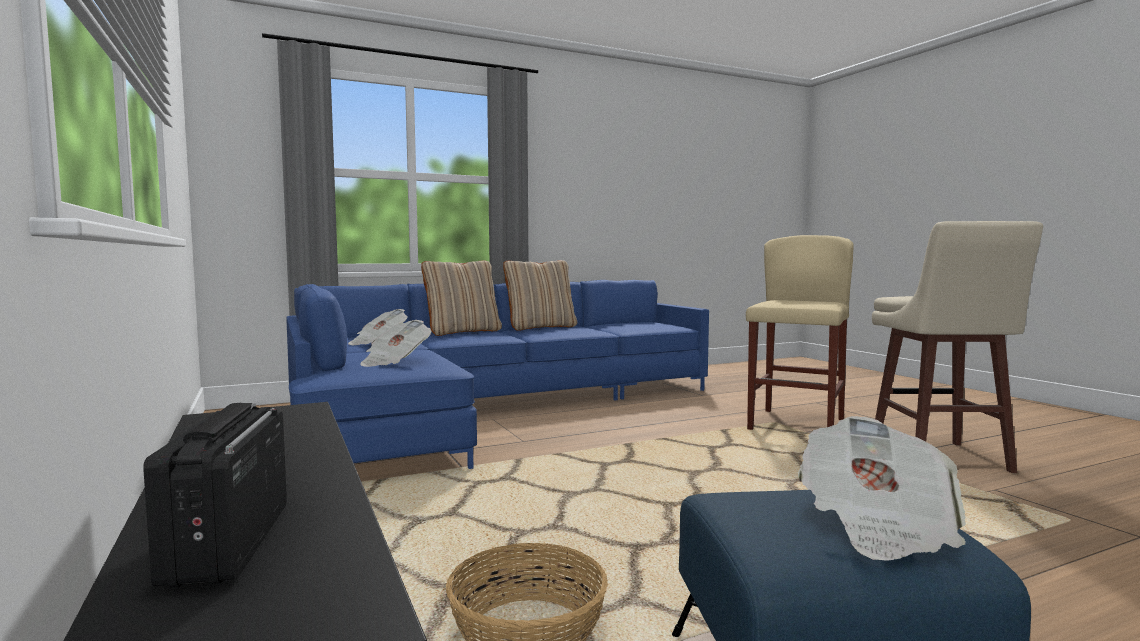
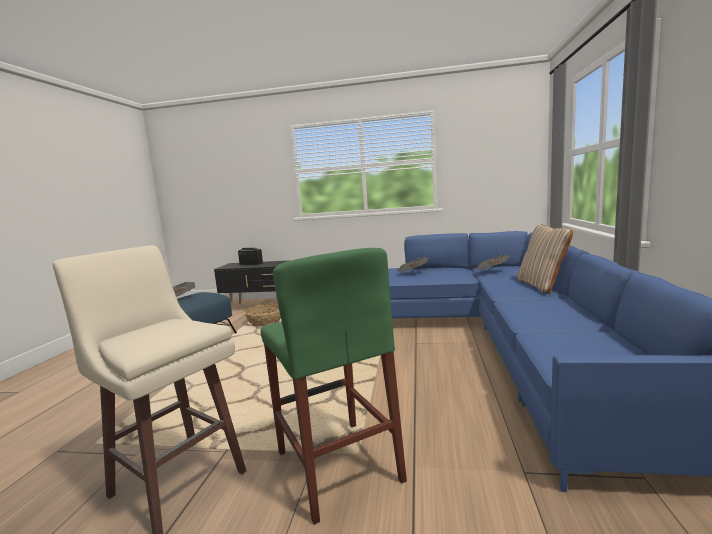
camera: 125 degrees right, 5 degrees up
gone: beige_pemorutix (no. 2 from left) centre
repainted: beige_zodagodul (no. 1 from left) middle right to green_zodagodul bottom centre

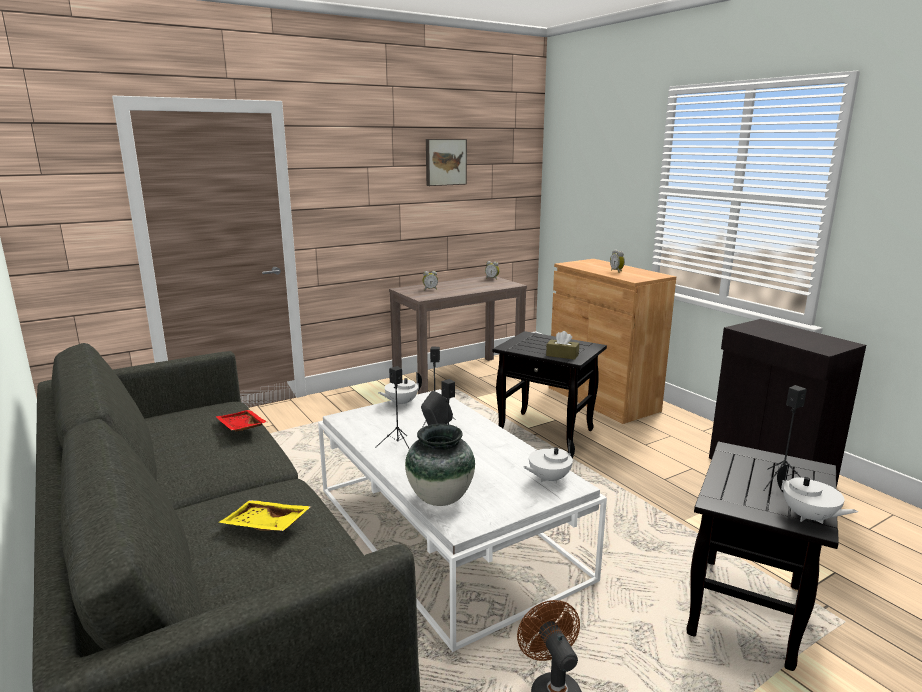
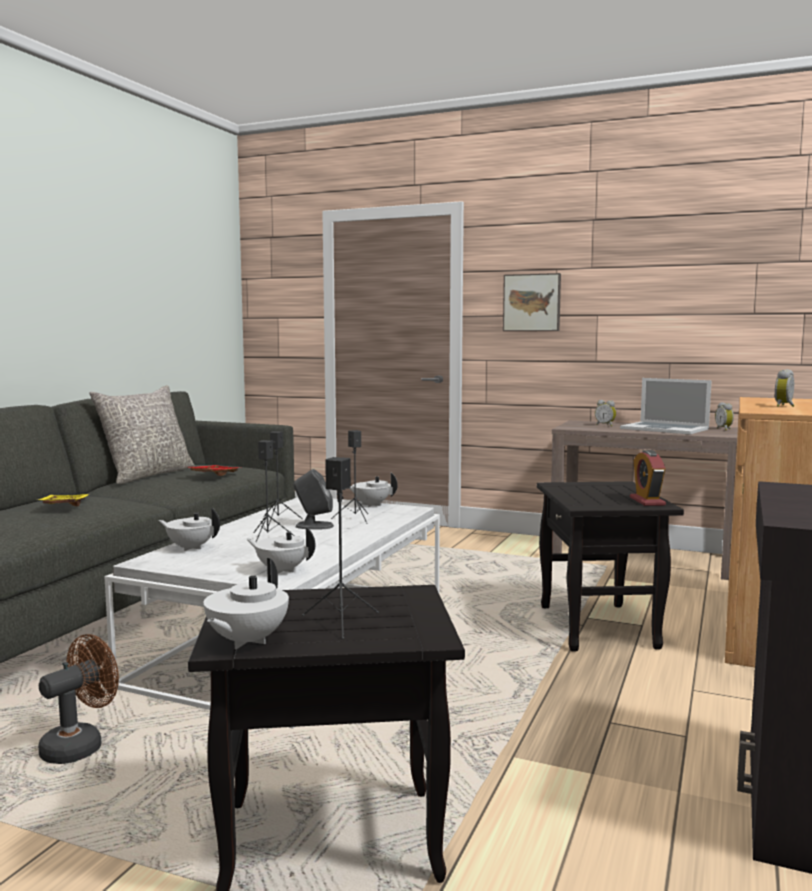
camera: 55 degrees right, 10 degrees down
gone: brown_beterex centre
new: grey_pemorutix middle left; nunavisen middle right; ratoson (no. 2 from left) middle right
shifted: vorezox top centre to centre
swapped: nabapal bottom centre to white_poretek (no. 1 from left) middle left

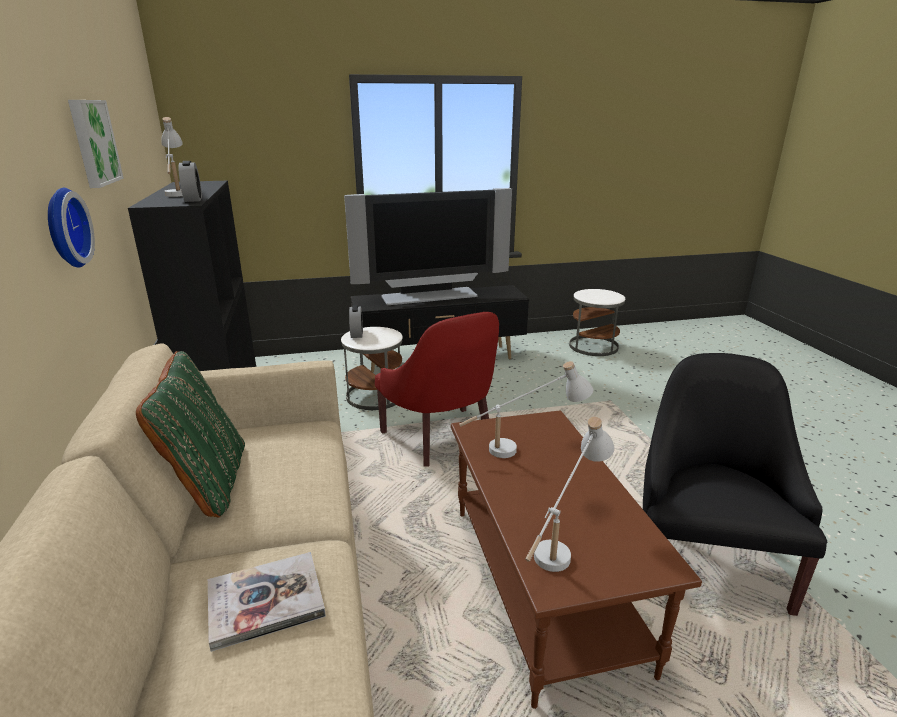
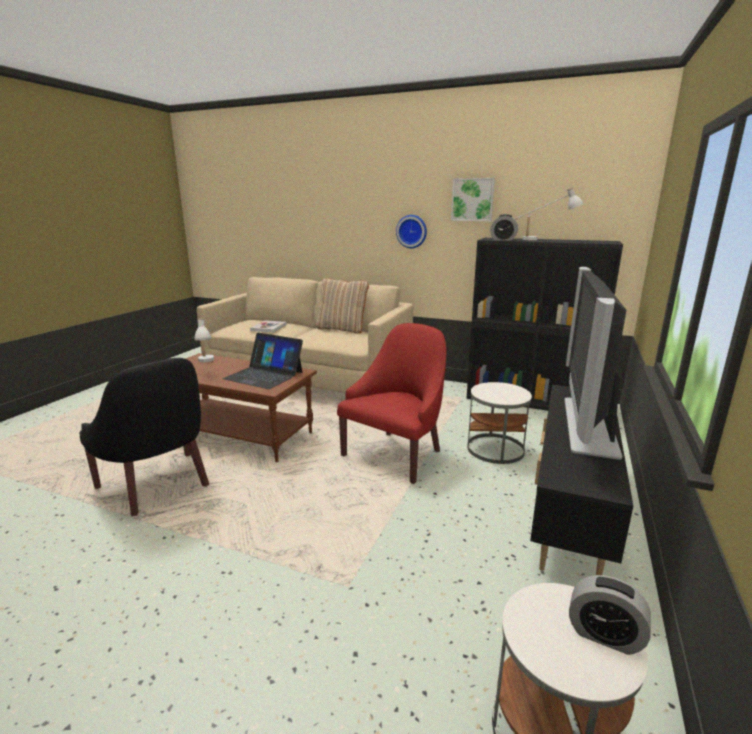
camera: 125 degrees right, 5 degrees down
shifted: ratoson (no. 2 from left) centre to bottom right
swapped: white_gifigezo (no. 2 from left) centre to nunavisen centre
repainted: green_pemorutix middle left to beige_pemorutix centre
rotated: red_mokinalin centre = centre 120 degrees clockwise

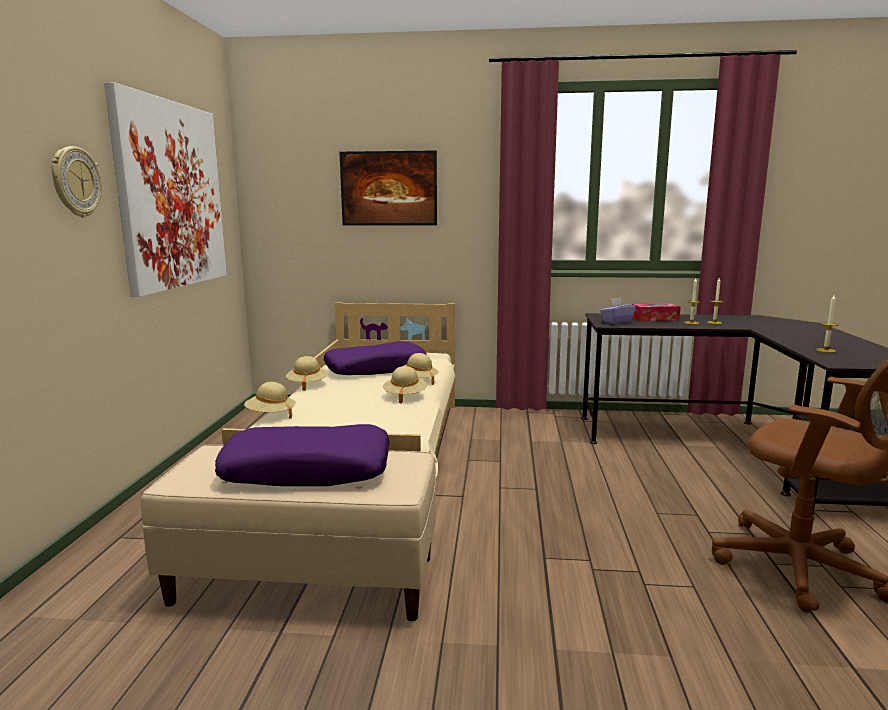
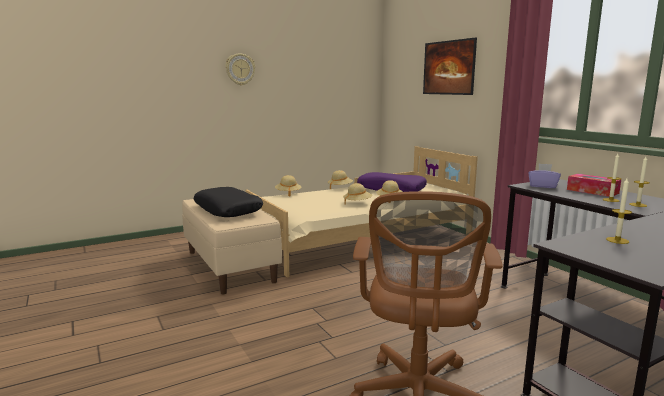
camera: 55 degrees right, 0 degrees up
gone: vorezox (no. 1 from left) top left
repainted: purple_pemorutix (no. 1 from left) centre to black_pemorutix centre

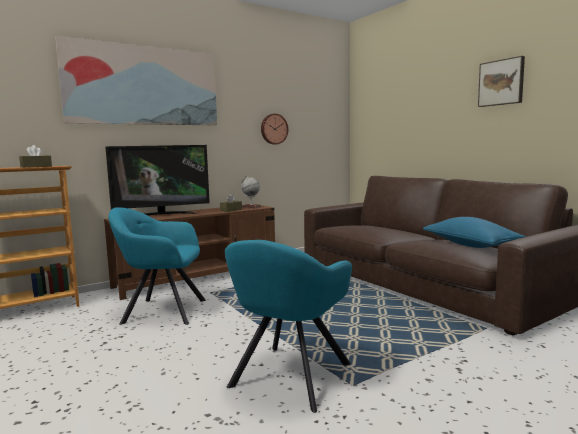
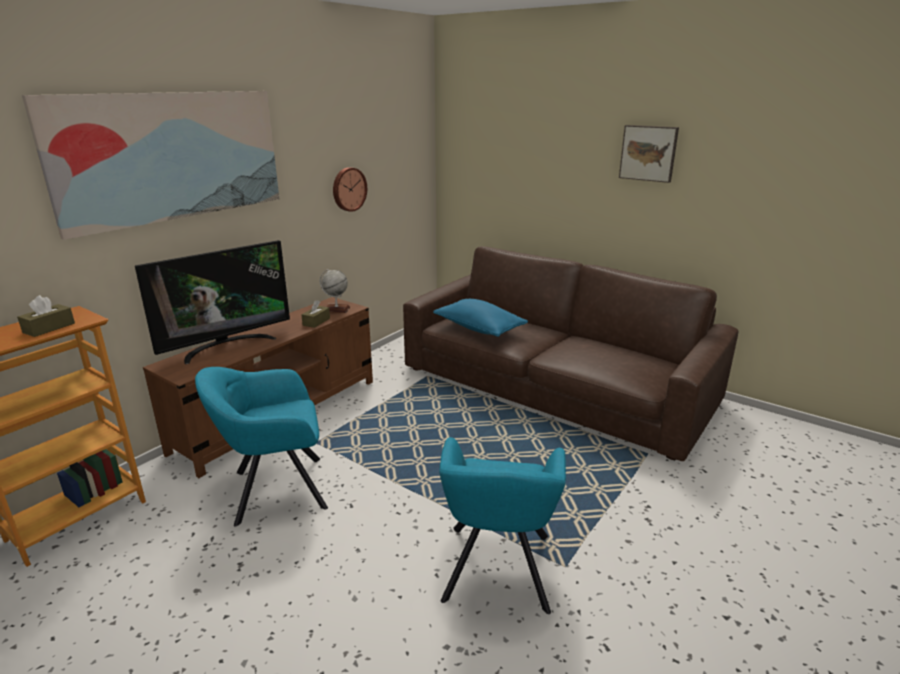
camera: 20 degrees left, 15 degrees up
shifted: blue_pemorutix middle right to centre

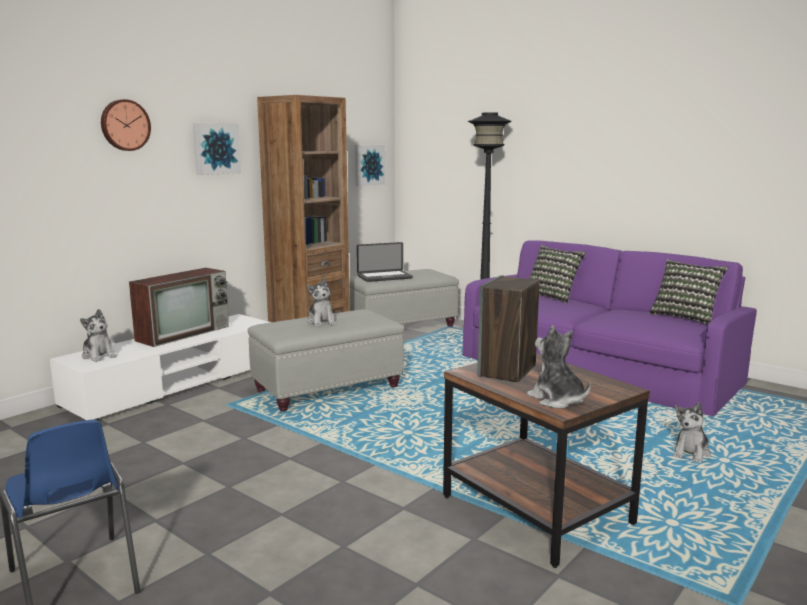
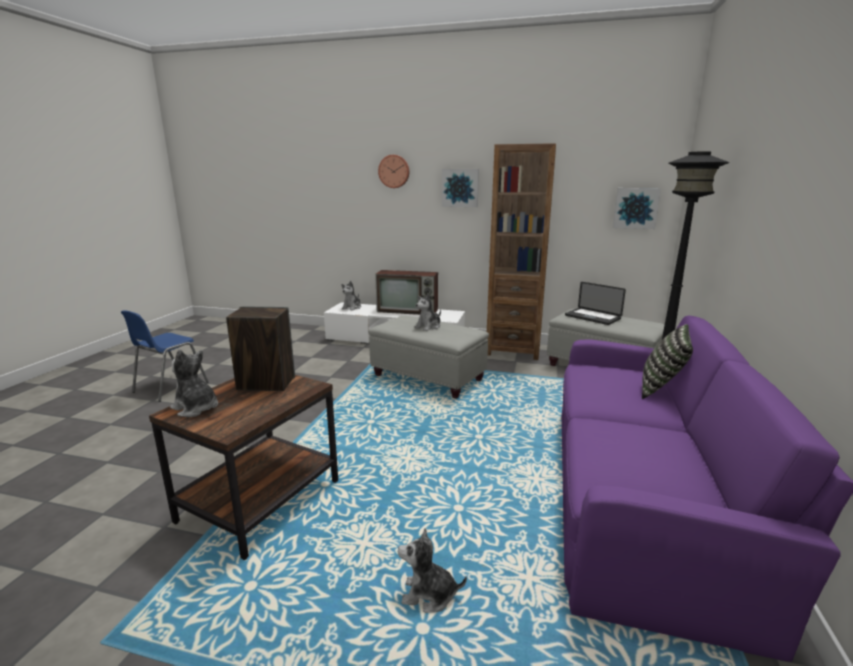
camera: 65 degrees right, 5 degrees up
gone: pemorutix (no. 2 from left) middle right
rotated: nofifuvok (no. 3 from left in the first image) middle right = middle left 90 degrees counterclockwise

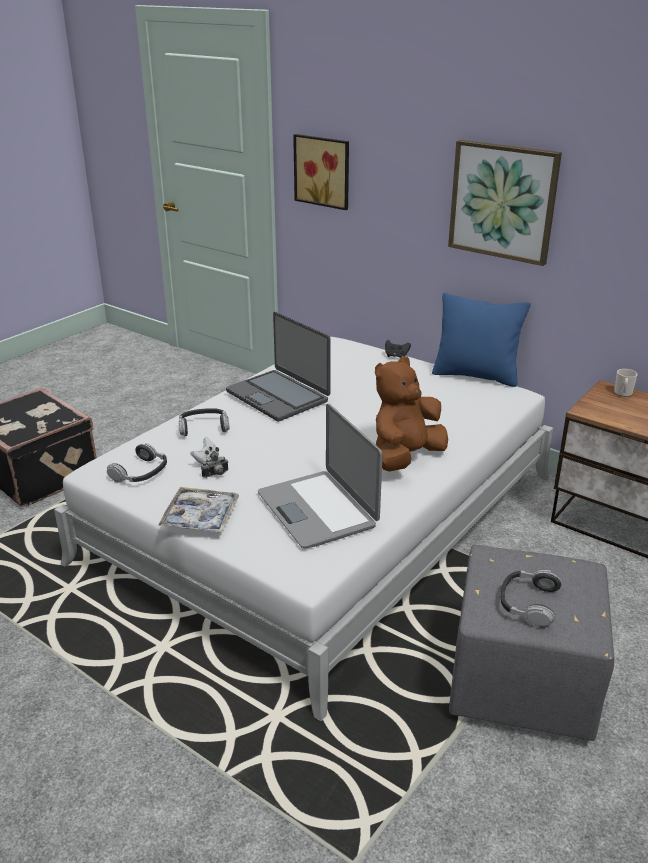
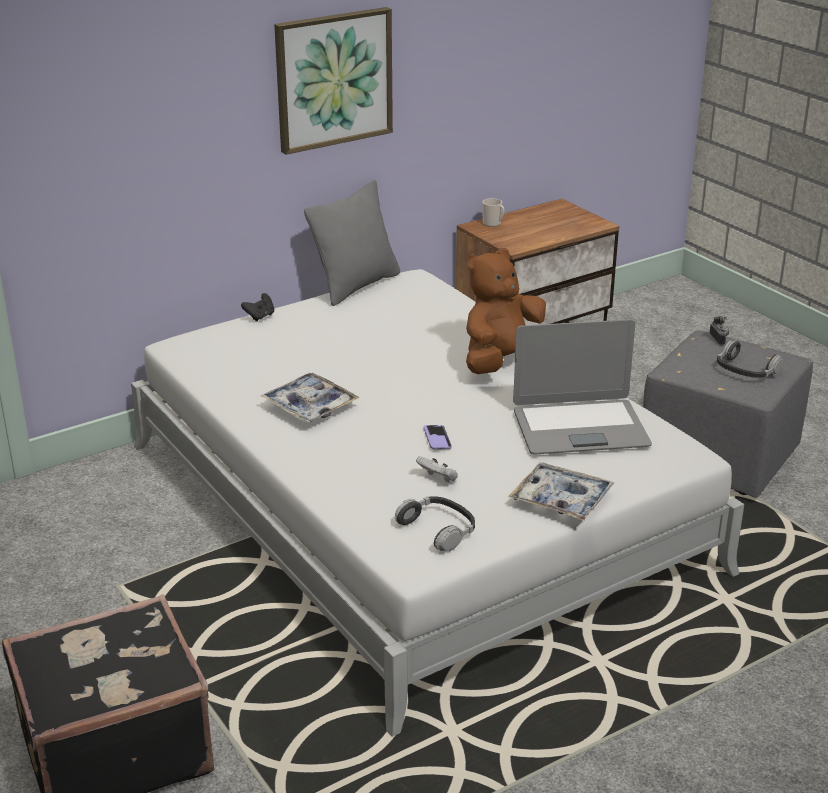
camera: 70 degrees left, 0 degrees up
gone: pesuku (no. 2 from left) middle left; vorezox (no. 1 from left) top centre
new: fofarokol centre
shifted: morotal middle left to middle right
swapped: nunavisen (no. 1 from left) centre to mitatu (no. 1 from left) centre
repainted: blue_pemorutix middle right to grey_pemorutix top centre
rotated: brown_nofifuvok centre = centre 75 degrees clockwise

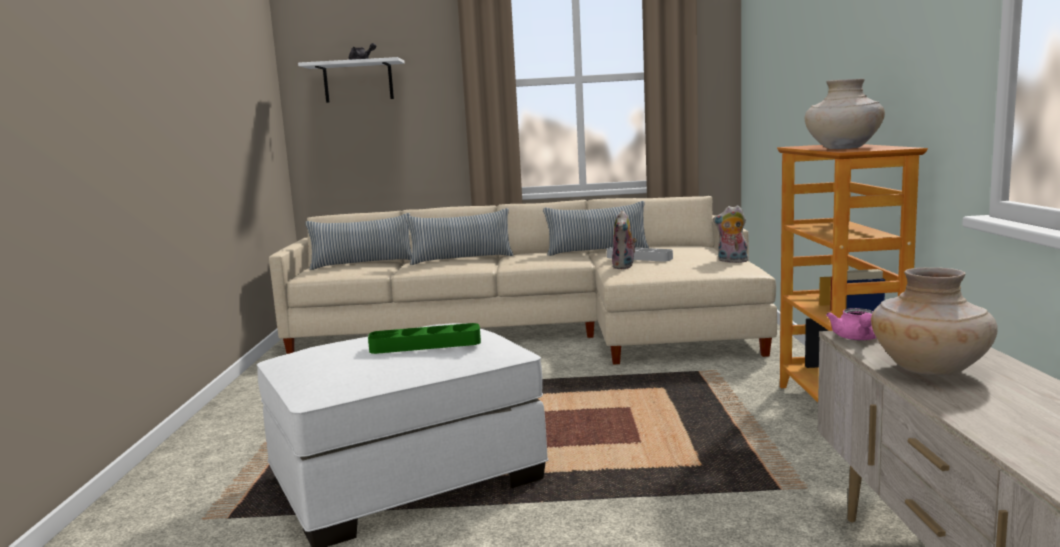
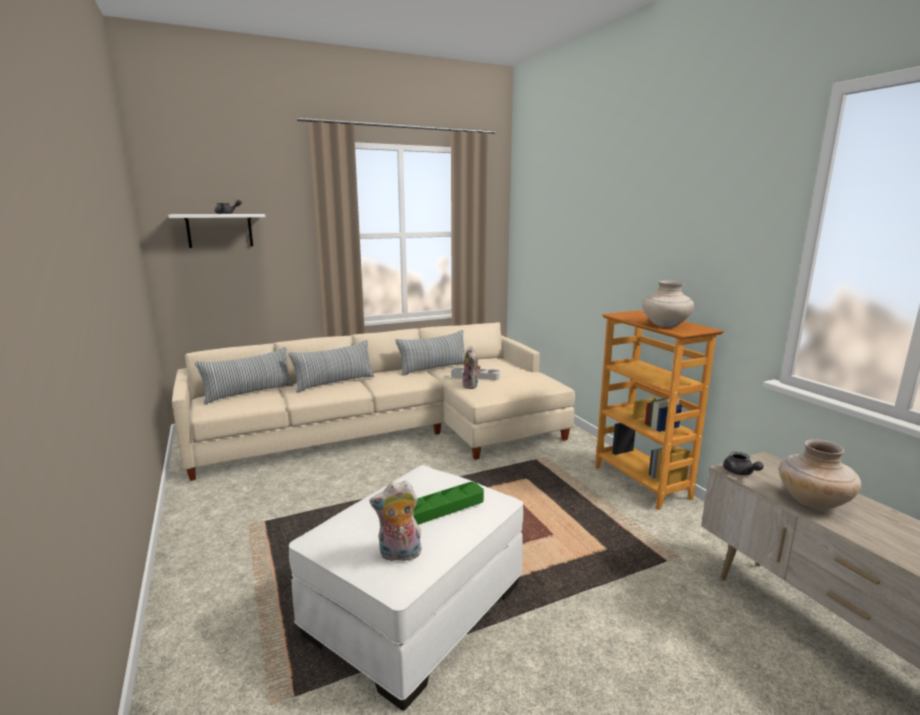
camera: 25 degrees left, 5 degrees up
shifted: nofifuvok (no. 2 from left in the first image) middle right to nofifuvok (no. 1 from left) bottom centre
repainted: pink_poretek middle right to grey_poretek (no. 2 from left) middle right

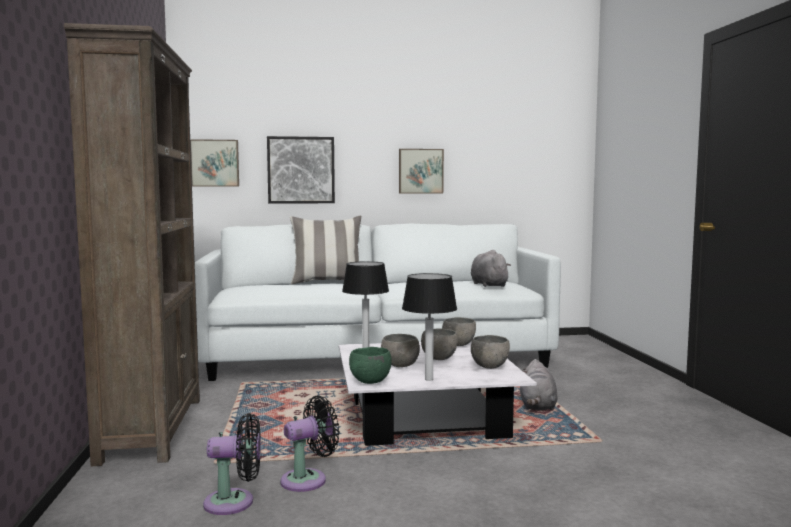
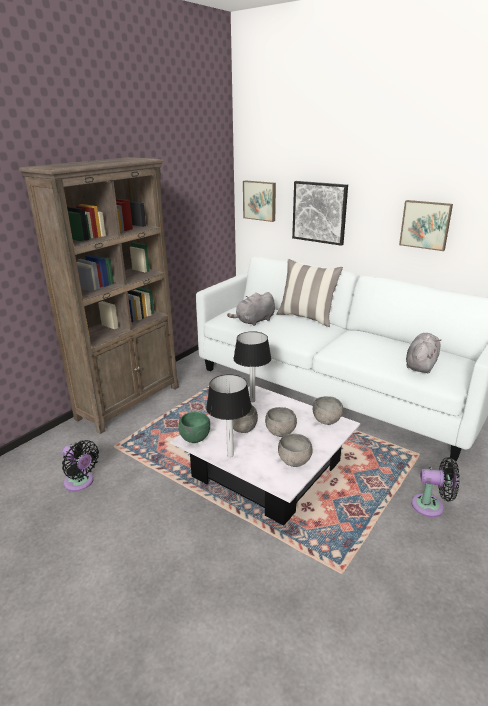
camera: 45 degrees right, 20 degrees up
shifted: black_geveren (no. 2 from left) bottom centre to bottom right; grey_nofifuvok (no. 2 from left in the first image) bottom right to grey_nofifuvok (no. 1 from left) centre

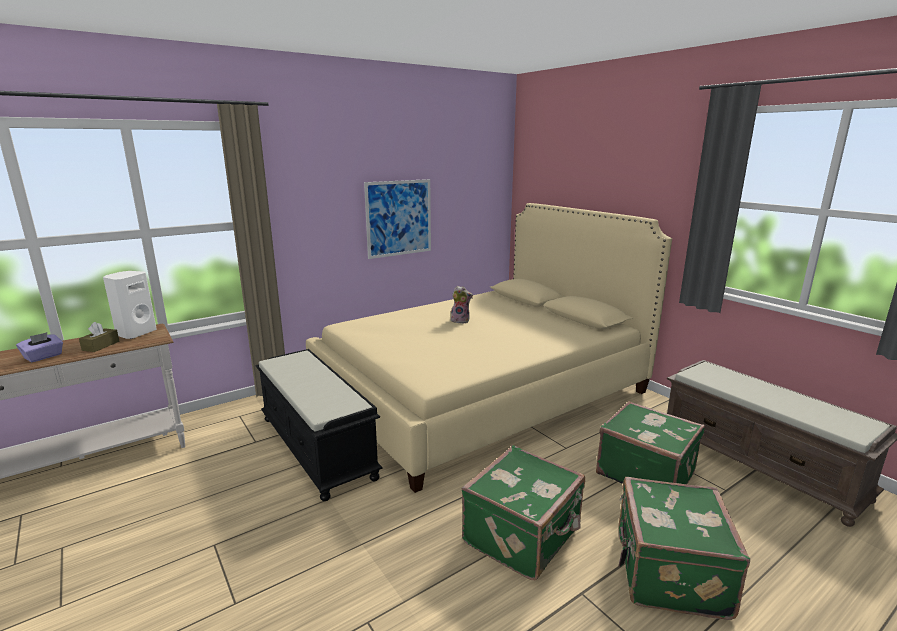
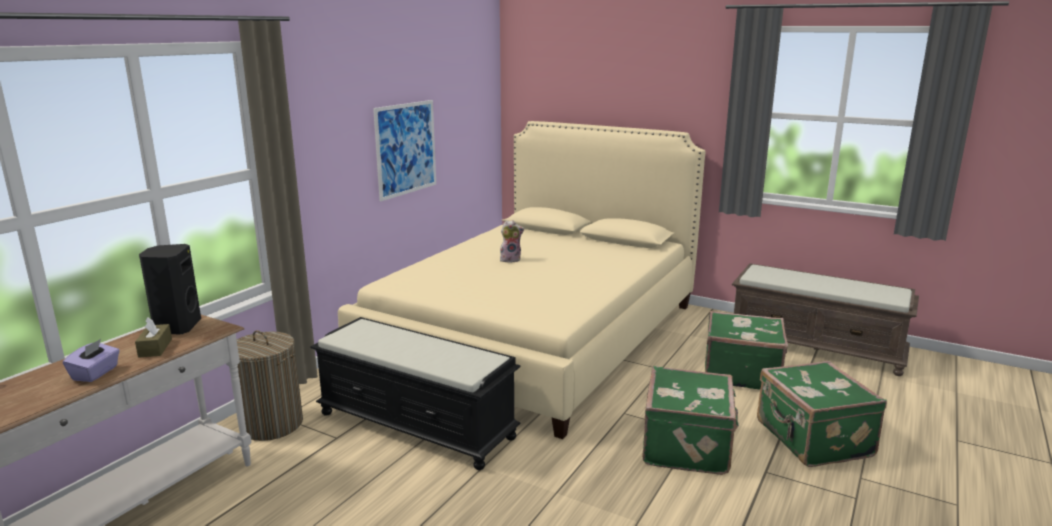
camera: 25 degrees left, 0 degrees up
new: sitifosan bottom left
repainted: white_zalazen middle left to black_zalazen middle left

